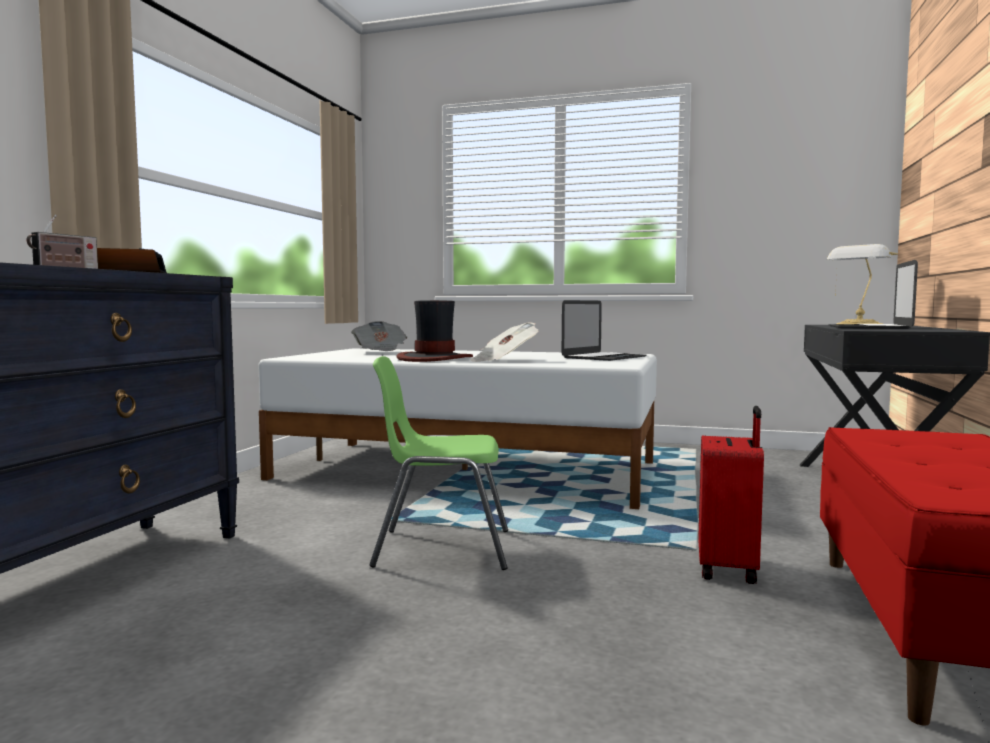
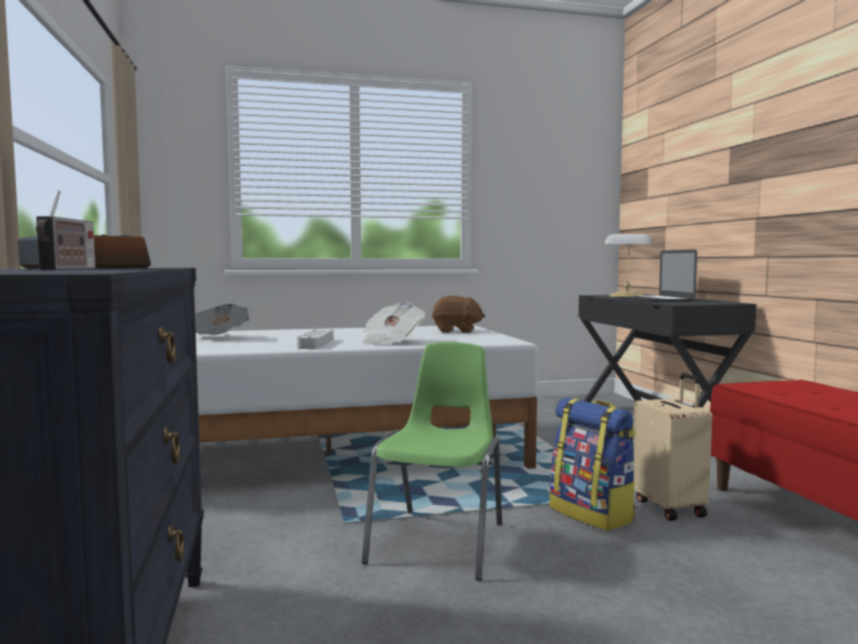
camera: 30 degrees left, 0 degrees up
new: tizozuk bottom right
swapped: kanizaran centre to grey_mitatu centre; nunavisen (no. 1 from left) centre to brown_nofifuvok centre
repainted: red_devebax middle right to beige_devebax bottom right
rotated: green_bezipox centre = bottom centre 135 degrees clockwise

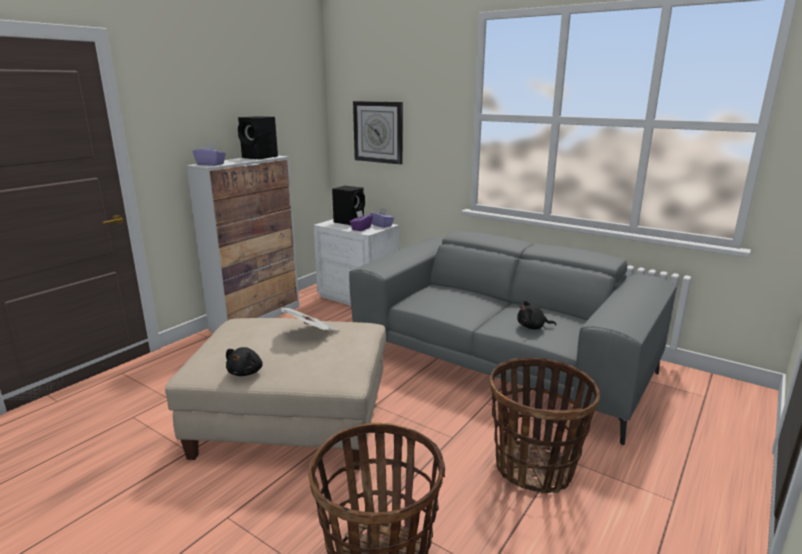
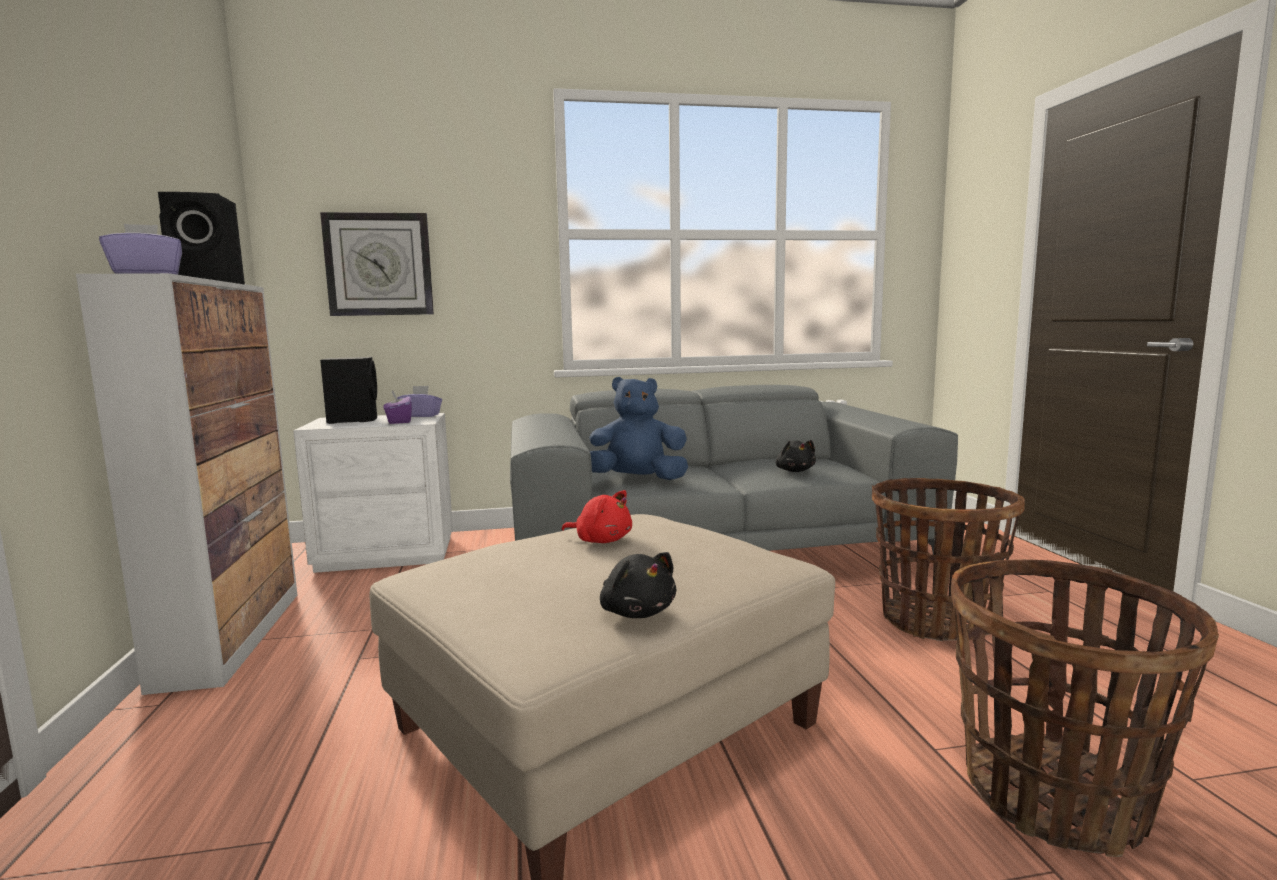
camera: 45 degrees left, 10 degrees down
new: blue_nofifuvok centre
swapped: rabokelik centre to red_nofifuvok centre
rotated: black_nofifuvok (no. 2 from left) middle right = centre 60 degrees counterclockwise

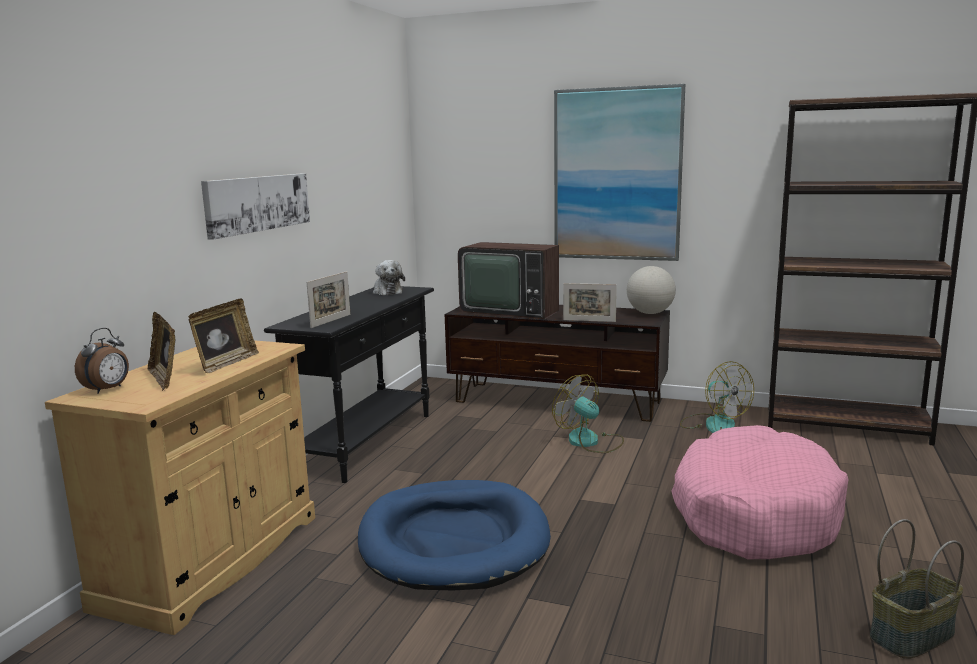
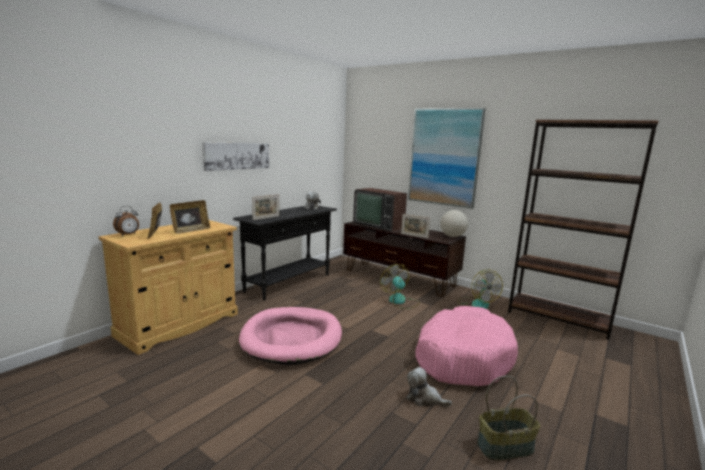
camera: 15 degrees right, 0 degrees up
new: nofifuvok (no. 2 from left) bottom centre
repainted: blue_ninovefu bottom centre to pink_ninovefu (no. 1 from left) bottom centre

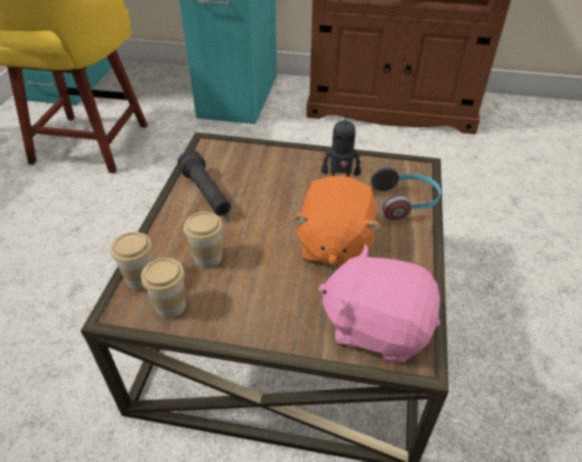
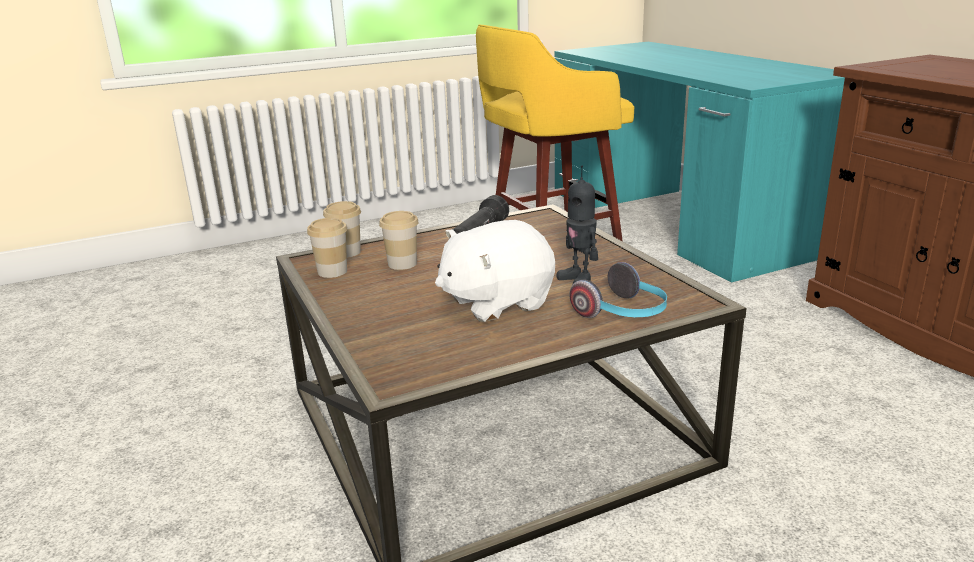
camera: 55 degrees right, 20 degrees down
gone: pink_nofifuvok centre
repainted: orange_nofifuvok centre to white_nofifuvok centre

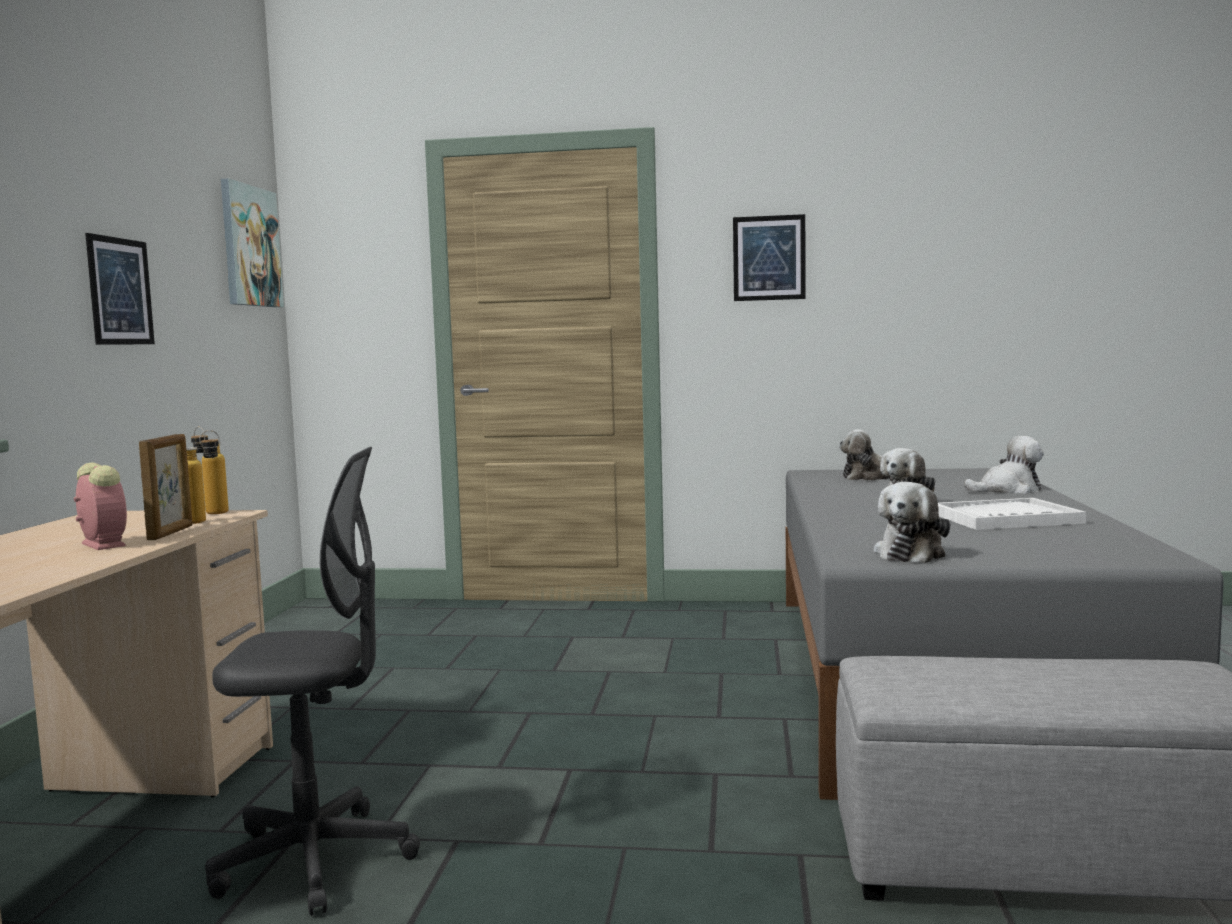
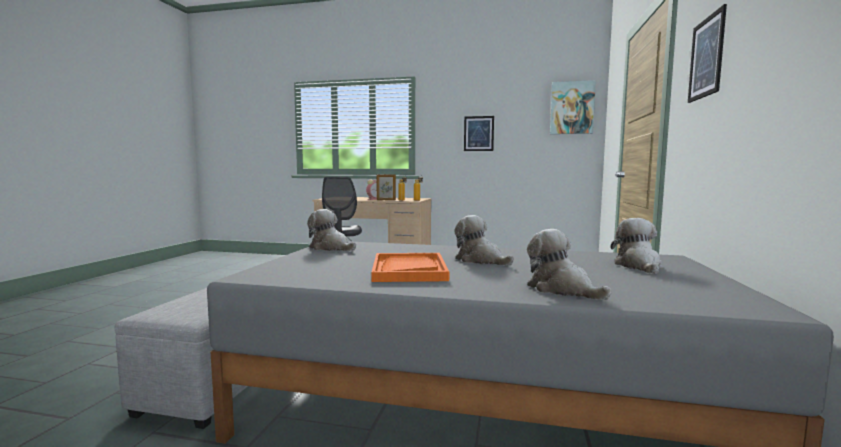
camera: 95 degrees right, 0 degrees up
repainted: white_mitatu middle right to orange_mitatu centre
rotated: nofifuvok (no. 4 from left in the first image) middle right = middle right 150 degrees clockwise

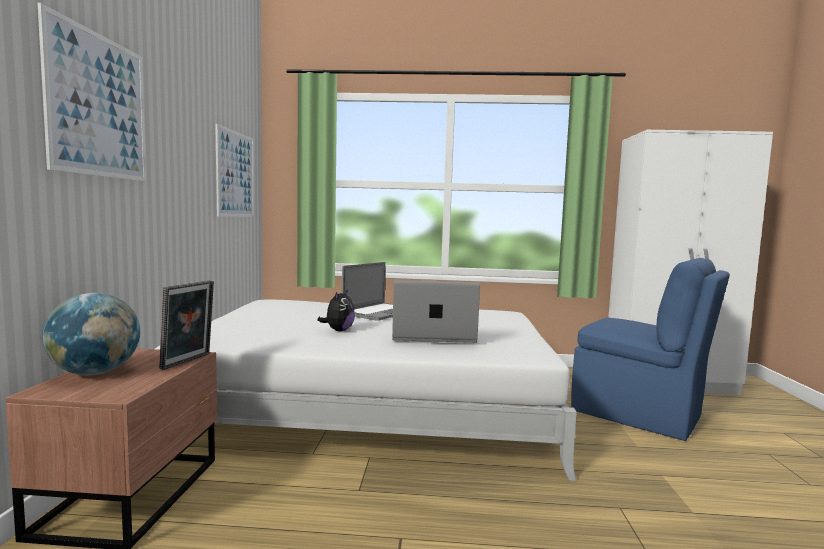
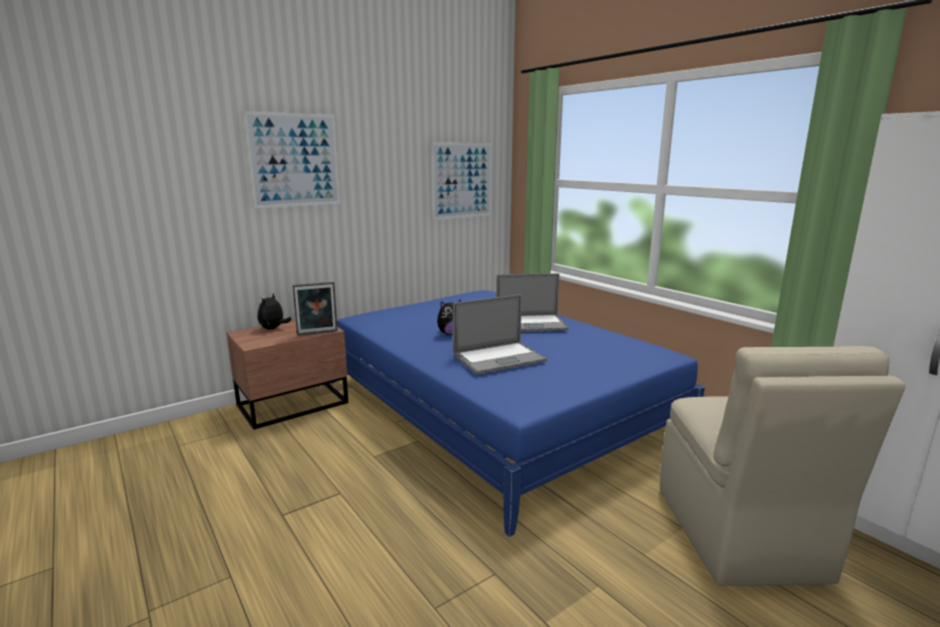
camera: 50 degrees right, 10 degrees up
swapped: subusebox middle left to nofifuvok (no. 1 from left) middle left
repainted: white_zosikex bottom centre to blue_zosikex centre; blue_bezipox middle right to beige_bezipox bottom right
rotated: nunavisen (no. 2 from left in the first image) centre = centre 105 degrees clockwise

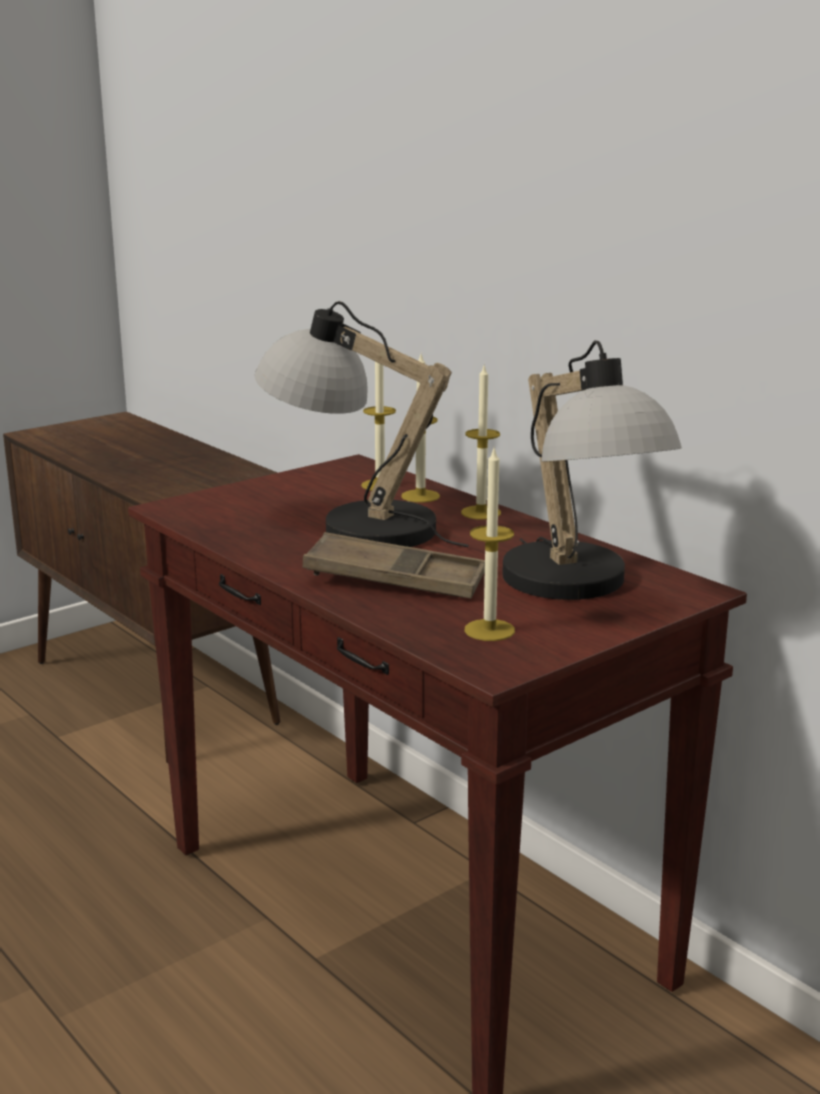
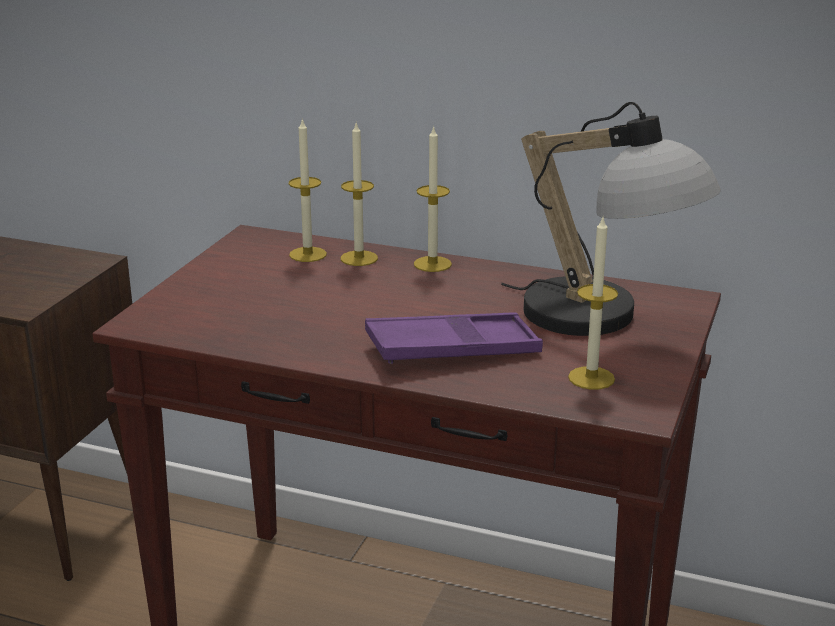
camera: 30 degrees left, 5 degrees up
gone: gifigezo (no. 1 from left) centre
repainted: brown_mitatu centre to purple_mitatu centre

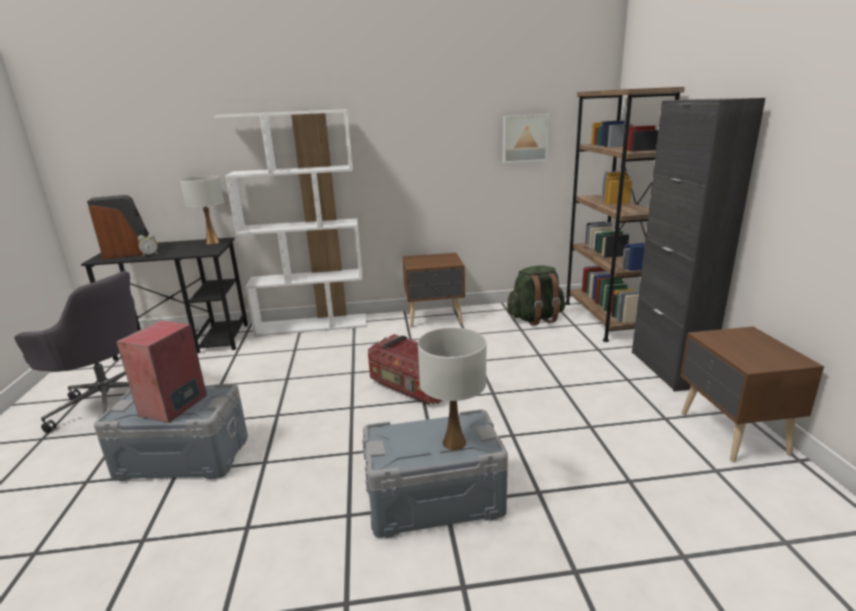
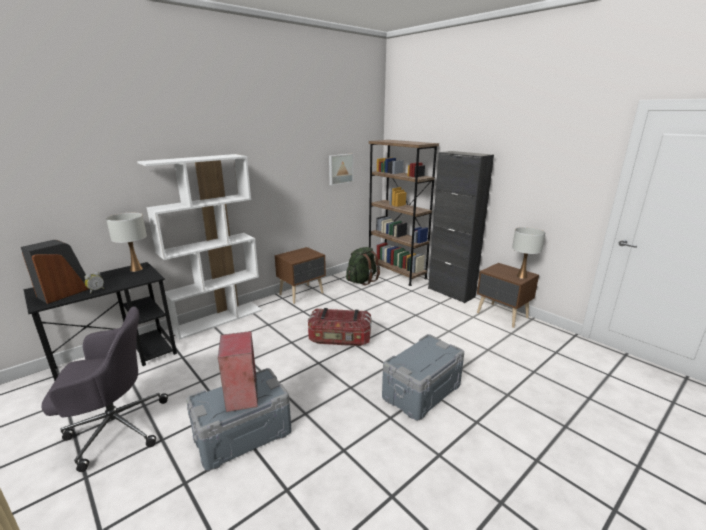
camera: 35 degrees left, 0 degrees up
shifted: white_gifigezo (no. 2 from left) centre to middle right

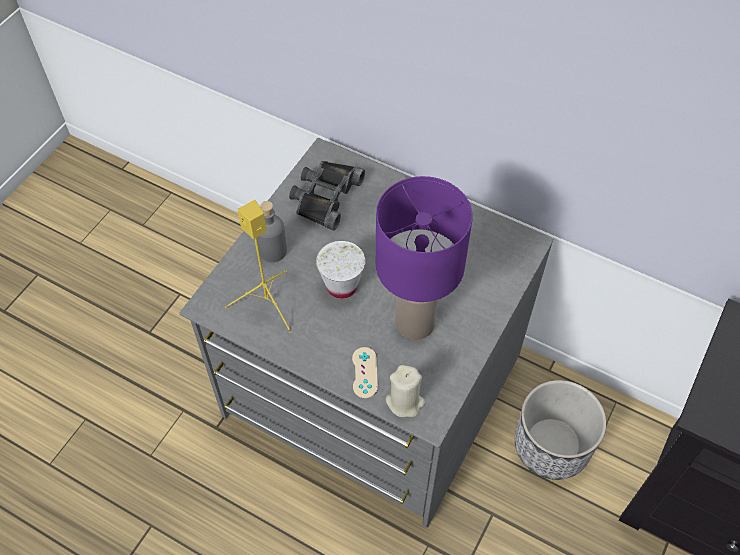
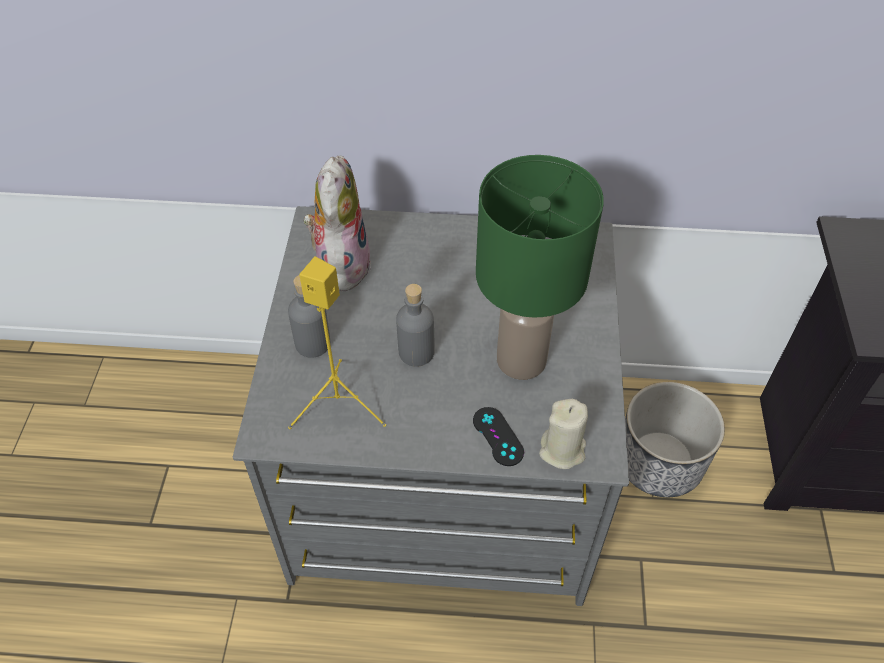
camera: 25 degrees left, 5 degrees down
swapped: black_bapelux centre to nofifuvok centre; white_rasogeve centre to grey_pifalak (no. 2 from left) centre
repainted: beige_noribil bottom centre to black_noribil centre; purple_gifigezo centre to green_gifigezo centre

